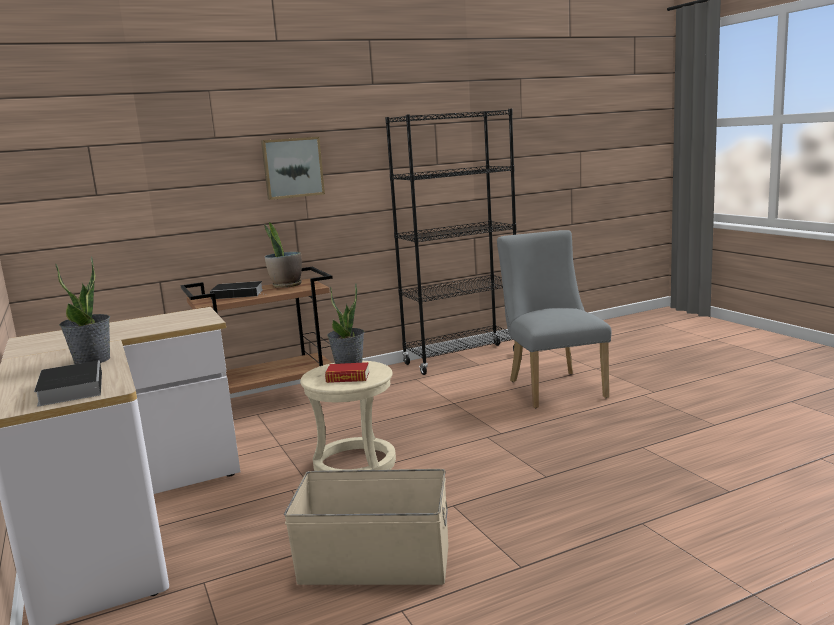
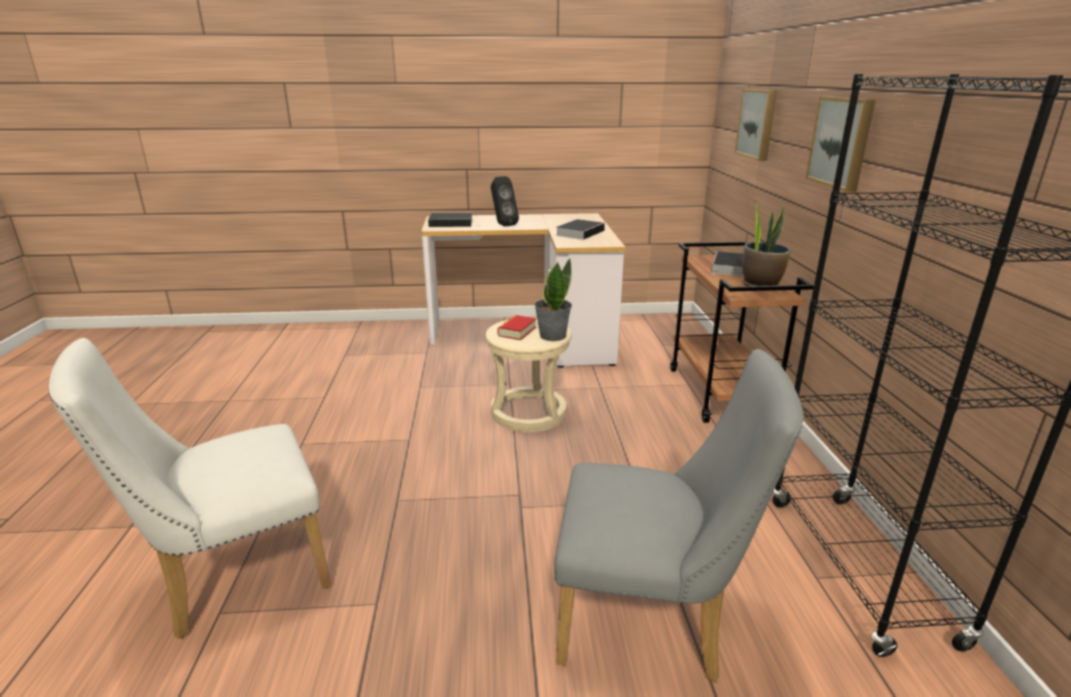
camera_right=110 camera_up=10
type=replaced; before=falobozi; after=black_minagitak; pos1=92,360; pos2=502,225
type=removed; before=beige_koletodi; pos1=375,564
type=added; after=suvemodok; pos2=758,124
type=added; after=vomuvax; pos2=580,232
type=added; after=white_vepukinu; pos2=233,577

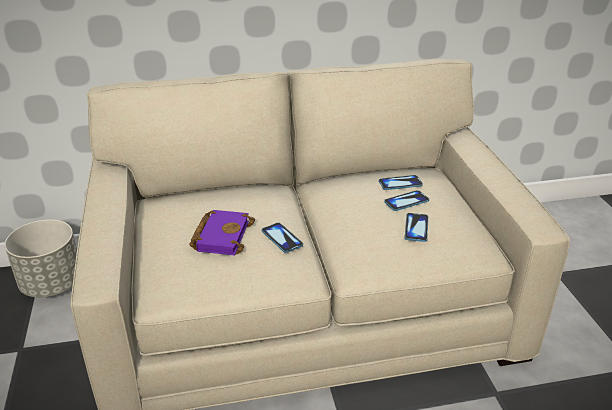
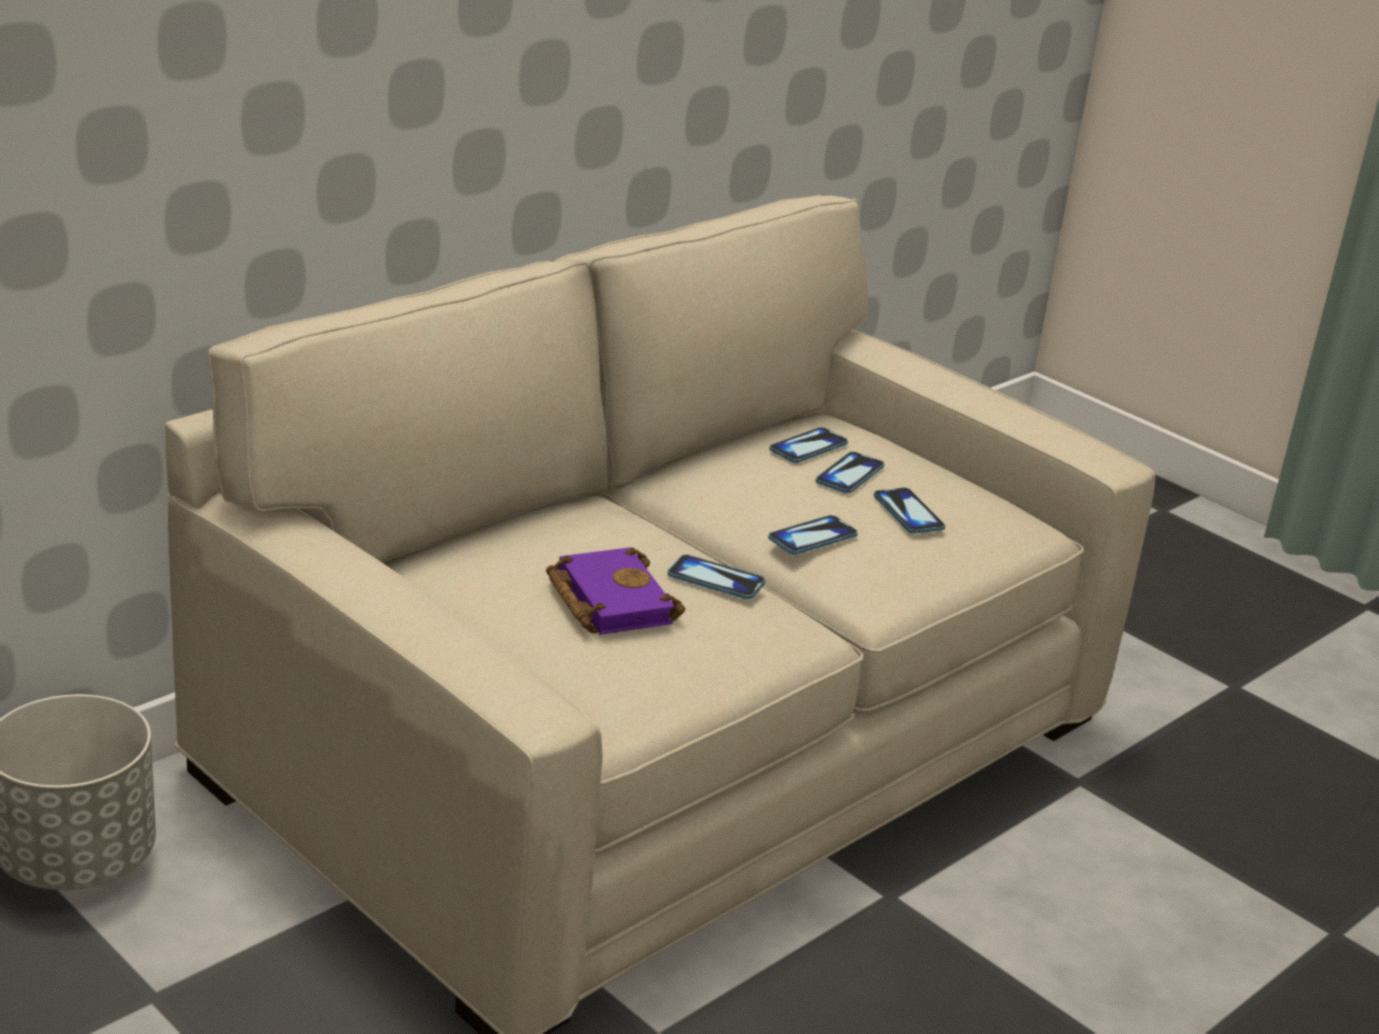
camera_right=-35 camera_up=-5
type=added; after=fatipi; pos2=812,537

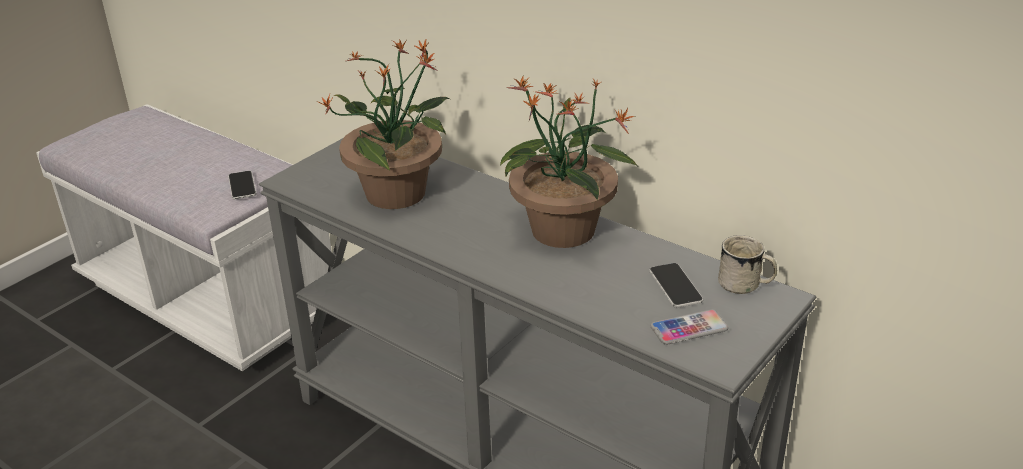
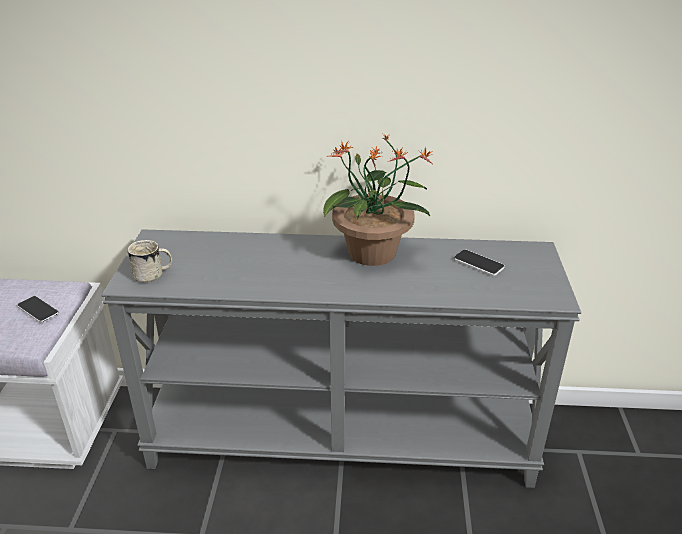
camera_right=-35 camera_up=0
type=removed; before=falobozi; pos1=398,193
type=moved; before=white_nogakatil; pos1=745,285; pos2=153,275
type=removed; before=fatipi; pos1=689,328

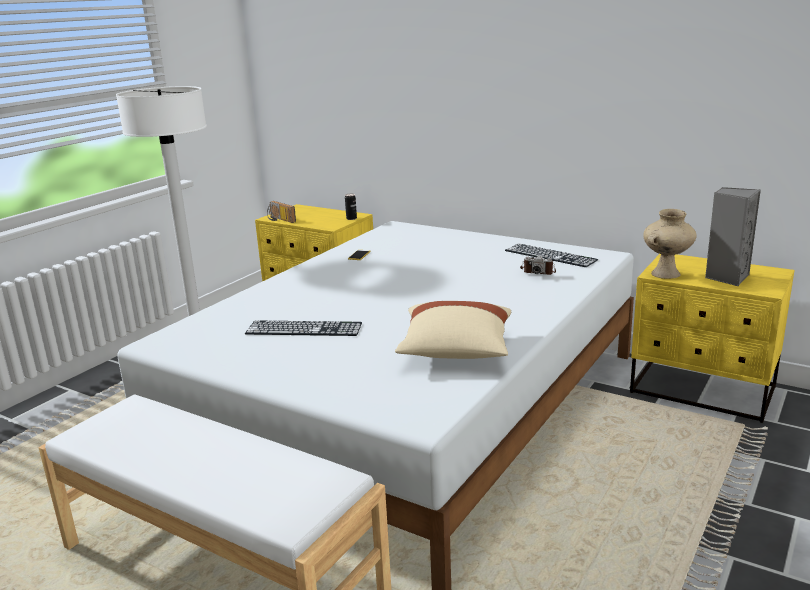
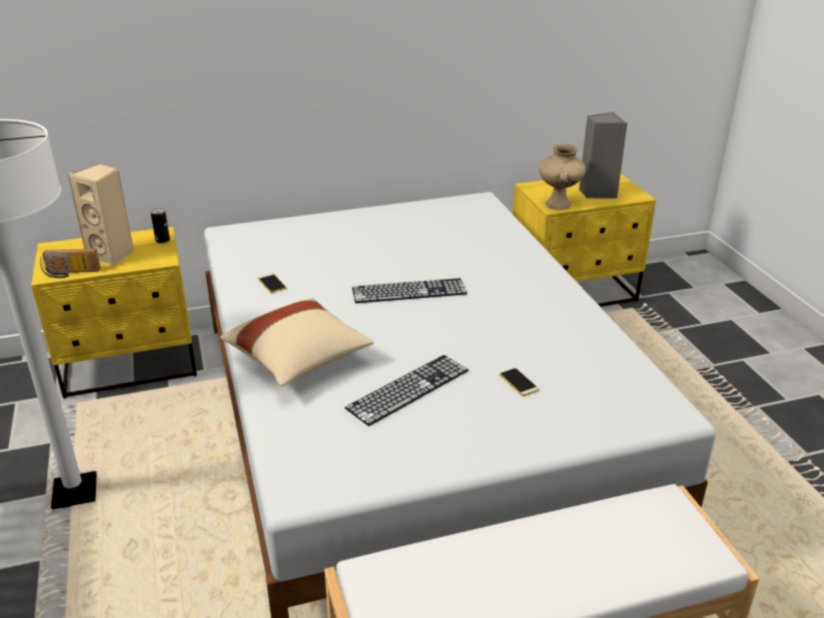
camera_right=-50 camera_up=10
type=moved; before=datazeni; pos1=550,255; pos2=409,291
type=removed; before=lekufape; pos1=538,272
type=moved; before=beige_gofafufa; pos1=455,351; pos2=299,359
type=added; after=beige_minagitak; pos2=112,255
type=added; after=fatipi; pos2=519,382

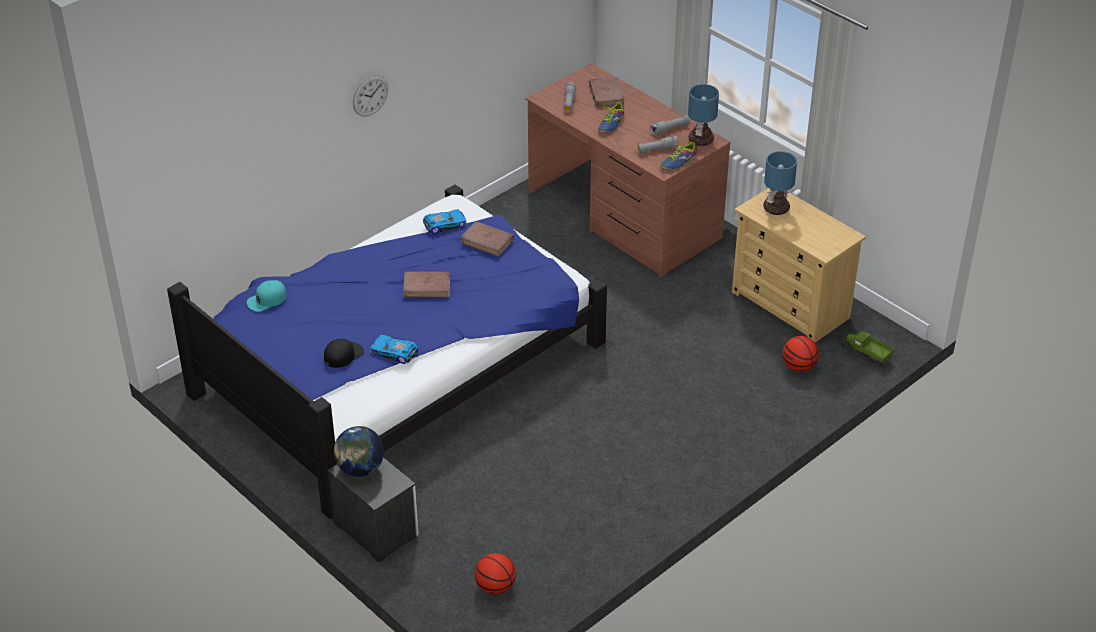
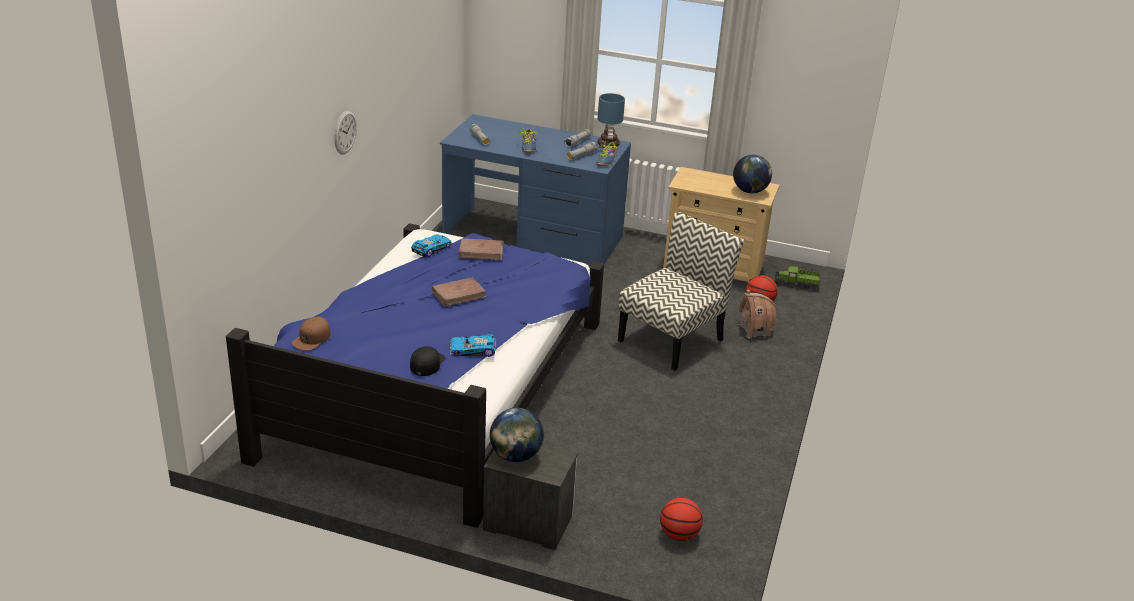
camera_right=-30 camera_up=-10
type=recoloured; before=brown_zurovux; after=blue_zurovux; pos1=623,215; pos2=533,237
type=removed; before=brown_vomuvax; pos1=606,94
type=removed; before=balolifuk; pos1=776,208
type=recoloured; before=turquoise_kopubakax; after=brown_kopubakax; pos1=267,299; pos2=312,338
type=added; after=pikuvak; pos2=750,191
type=added; after=vepukinu; pos2=671,339
type=added; after=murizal; pos2=755,330

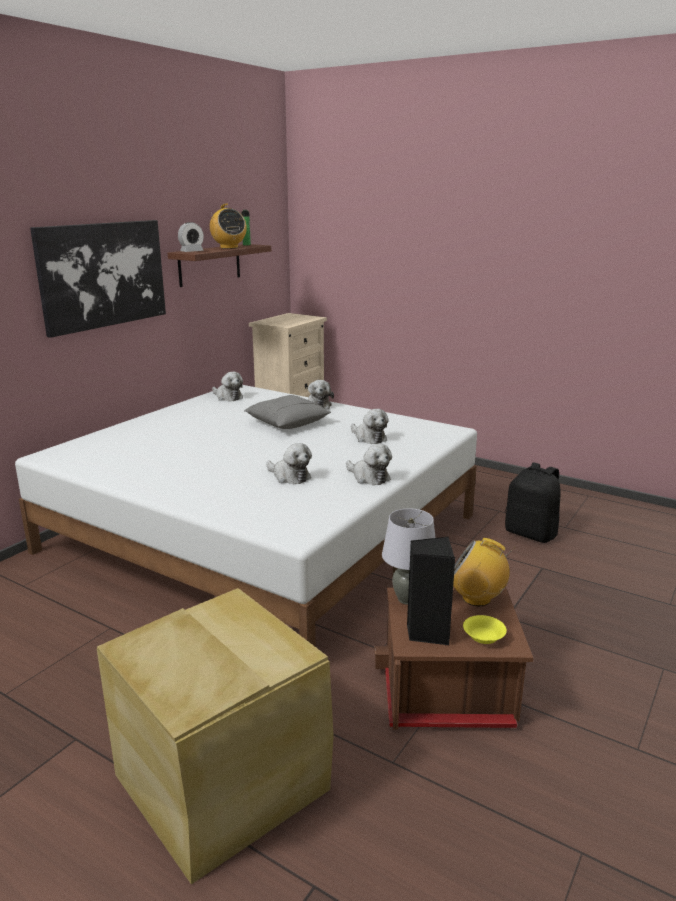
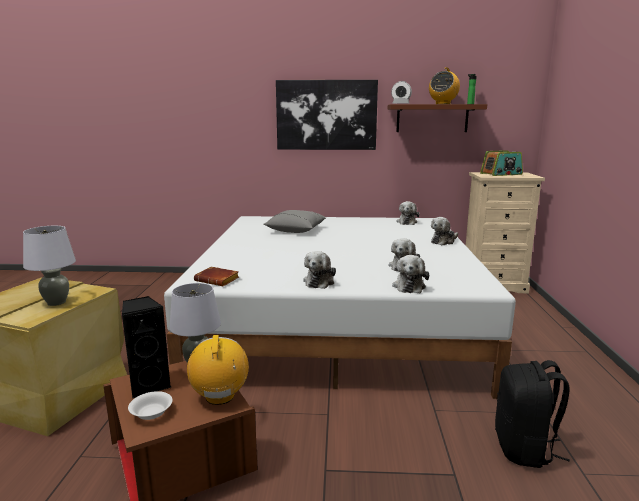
camera_right=60 camera_up=-5
type=moved; before=grey_gofafufa; pos1=287,423; pos2=296,230
type=moved; before=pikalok; pos1=289,476; pos2=409,286
type=recoloured; before=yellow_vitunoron; after=white_vitunoron; pos1=483,637; pos2=152,413
type=added; after=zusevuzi; pos2=501,174
type=added; after=grey_balolifuk; pos2=57,302
type=added; after=brown_vomuvax; pos2=218,280

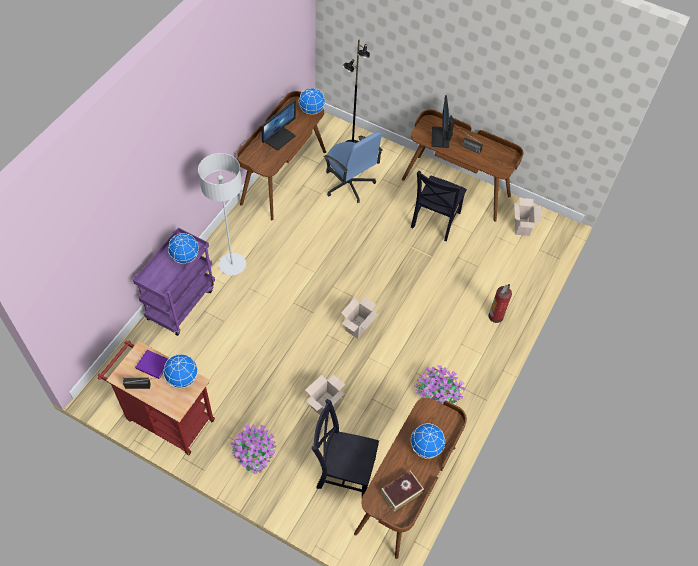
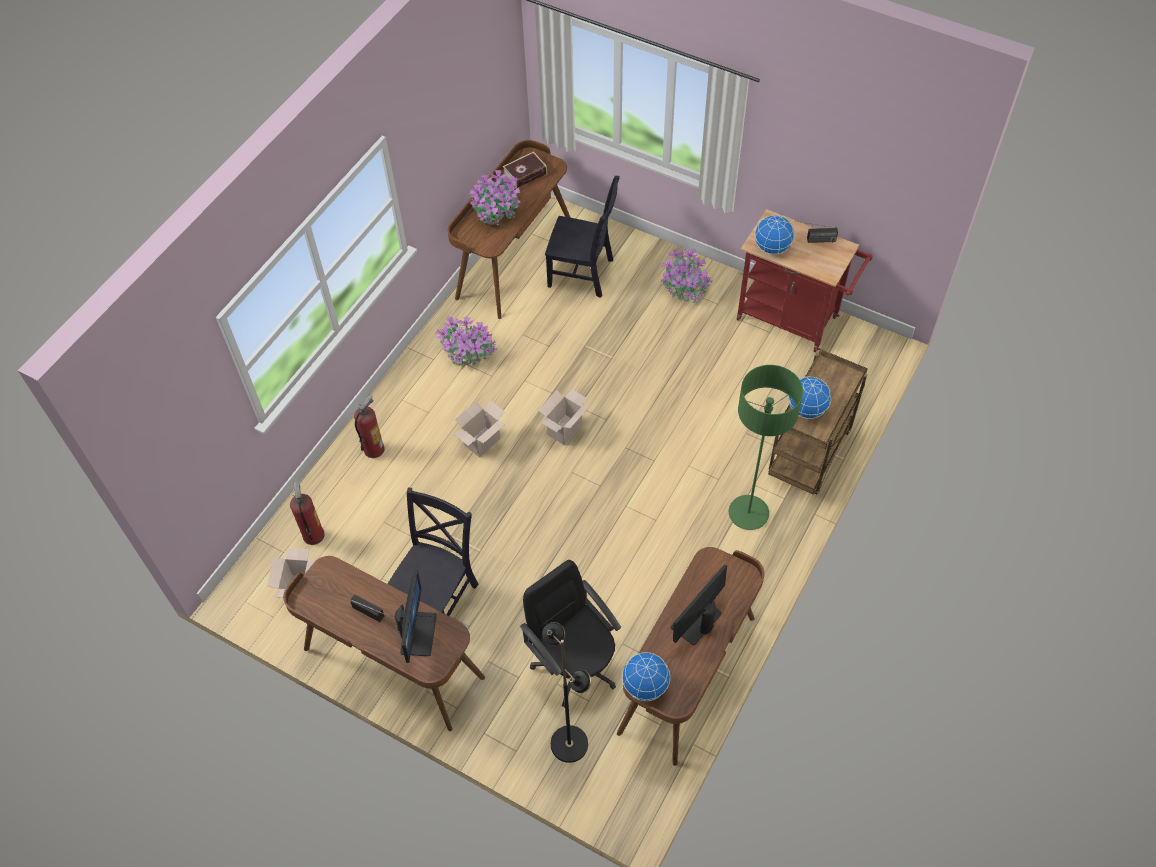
camera_right=-175 camera_up=0
type=recoloured; before=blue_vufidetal; after=black_vufidetal; pos1=349,184; pos2=575,663
type=recoloured; before=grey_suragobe; after=green_suragobe; pos1=232,265; pos2=748,513
type=recoloured; before=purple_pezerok; after=brown_pezerok; pos1=181,303; pos2=809,456
type=removed; before=purple_vomuvax; pos1=152,364
type=moved; before=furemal; pos1=324,403; pos2=482,443
type=replaced; before=pikuvak; after=falobozi; pos1=426,447; pos2=495,211
type=added; after=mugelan; pos2=313,535

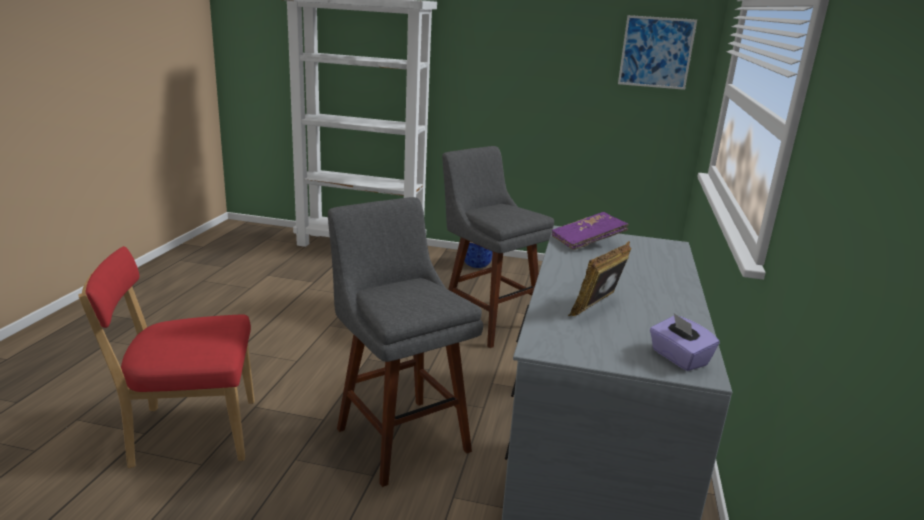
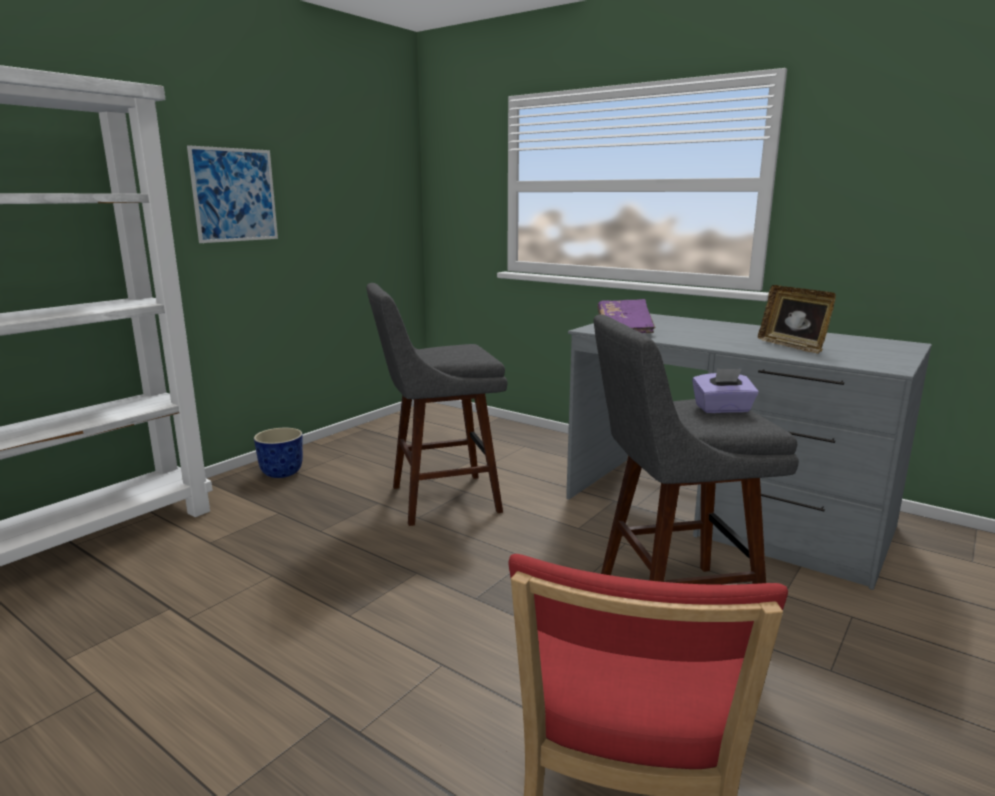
camera_right=-65 camera_up=-5
type=moved; before=suvemodok; pos1=656,52; pos2=234,195
type=moved; before=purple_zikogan; pos1=678,358; pos2=722,409

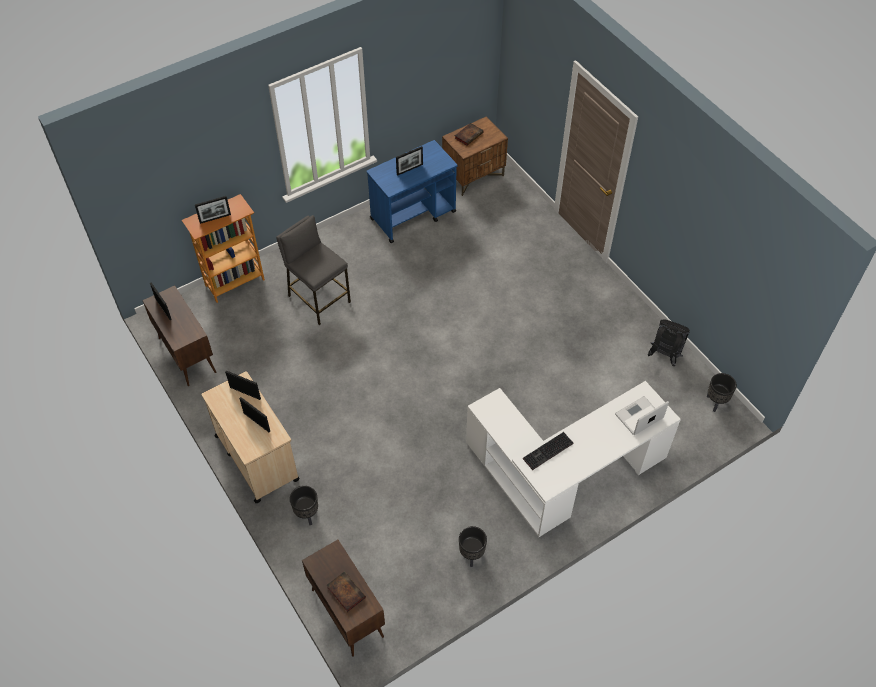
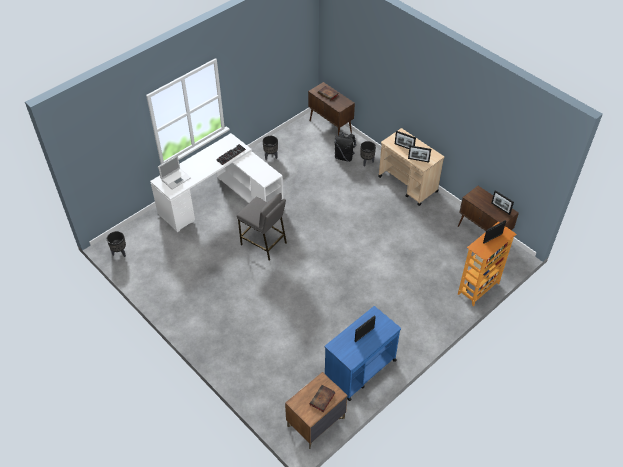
camera_right=170 camera_up=-5
type=moved; before=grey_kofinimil; pos1=319,299; pos2=264,243
type=moved; before=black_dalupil; pos1=664,355; pos2=344,157

